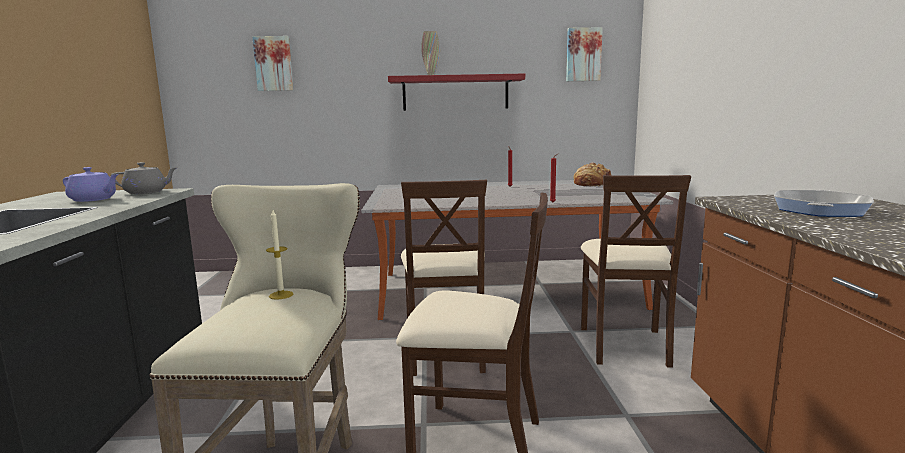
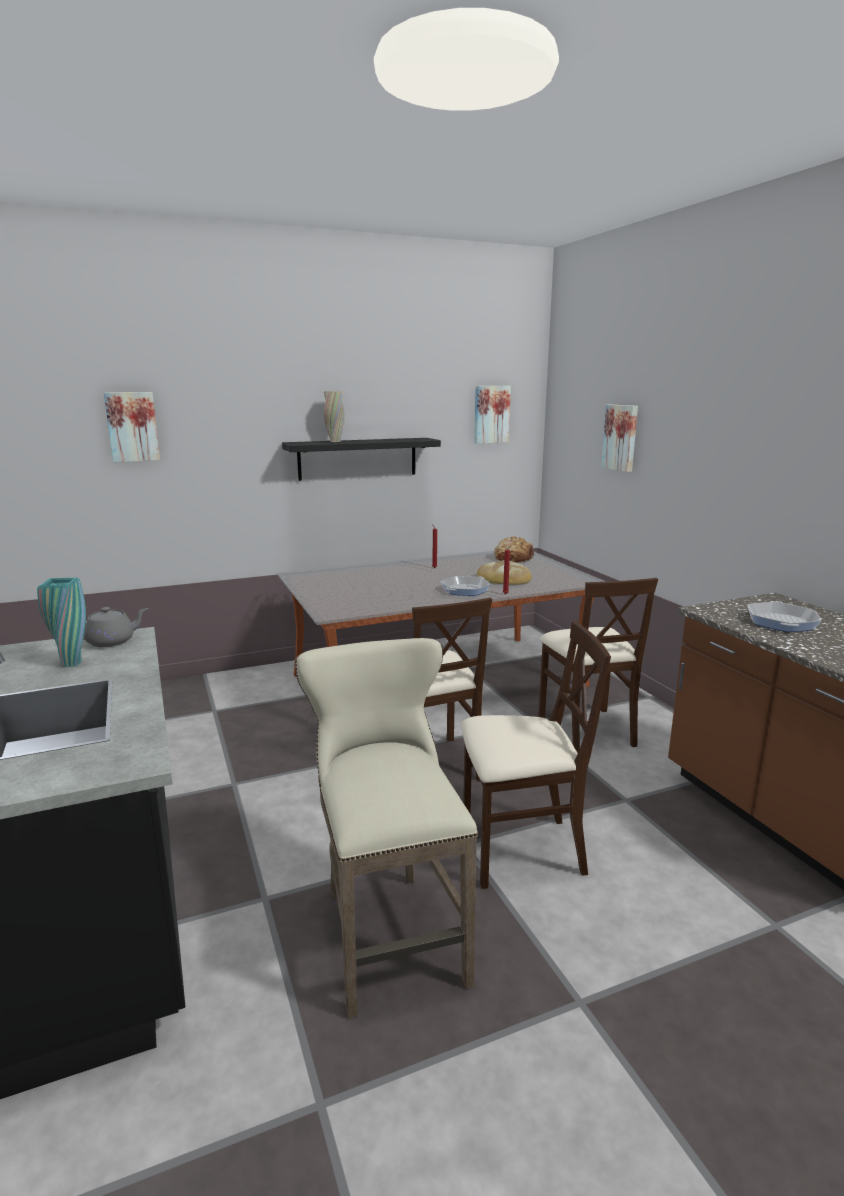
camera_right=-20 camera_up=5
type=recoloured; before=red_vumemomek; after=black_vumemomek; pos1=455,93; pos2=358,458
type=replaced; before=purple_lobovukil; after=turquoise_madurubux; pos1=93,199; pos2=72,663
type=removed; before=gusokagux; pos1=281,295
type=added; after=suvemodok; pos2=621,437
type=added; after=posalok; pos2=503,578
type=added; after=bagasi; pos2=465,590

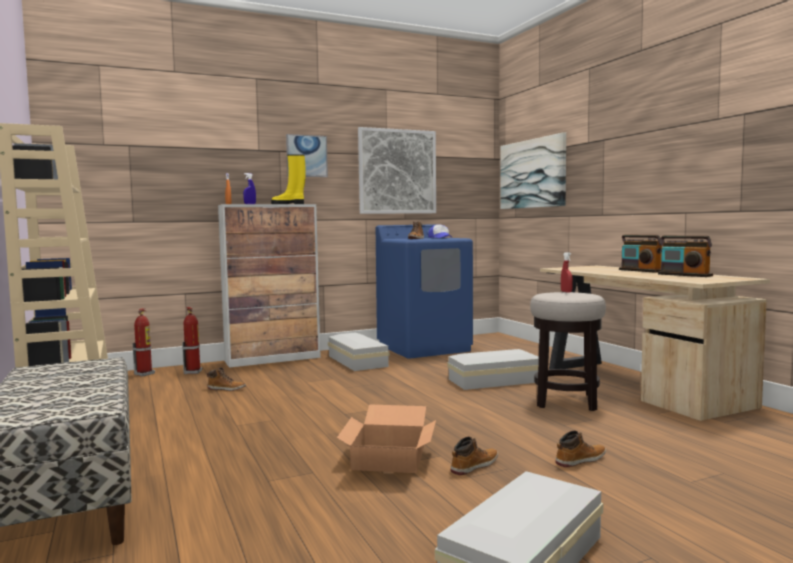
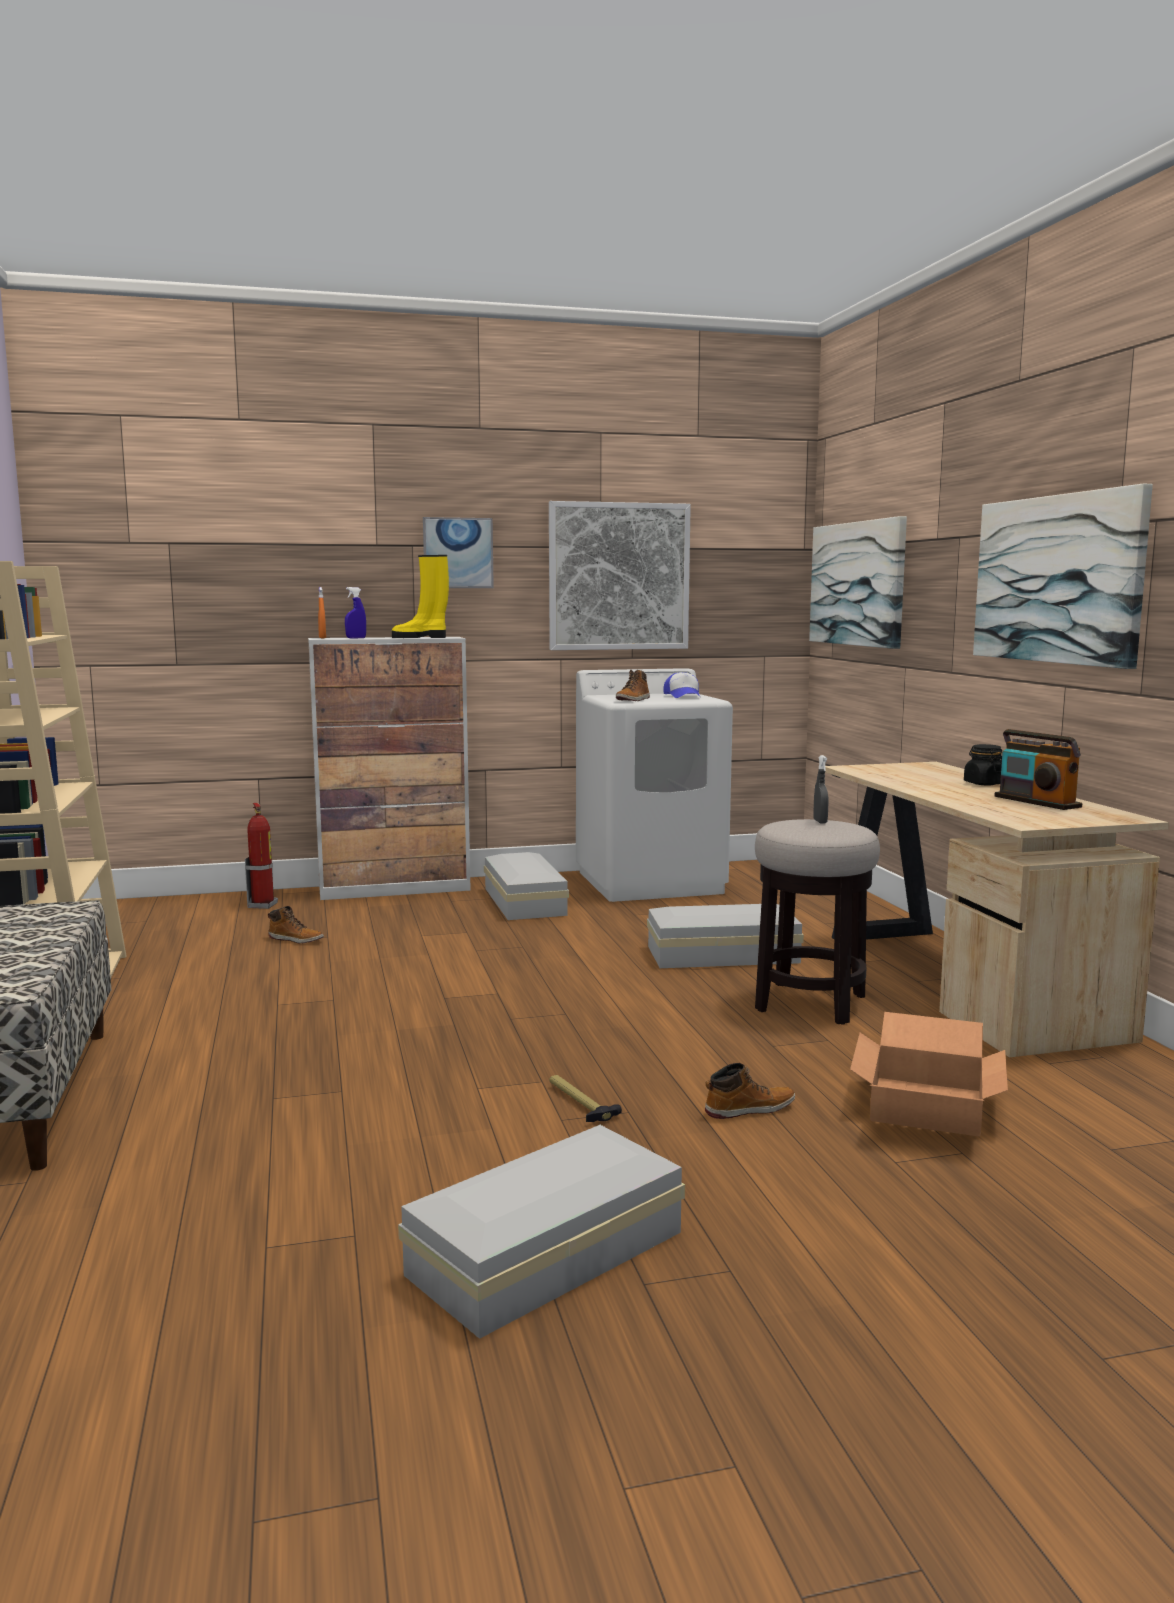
camera_right=10 camera_up=5
type=recoloured; before=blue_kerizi; after=white_kerizi; pos1=424,348; pos2=650,882
type=replaced; before=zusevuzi; after=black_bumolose; pos1=641,270; pos2=984,783
type=recoloured; before=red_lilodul; after=grey_lilodul; pos1=566,292; pos2=820,822
type=removed; before=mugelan; pos1=145,374
type=moved; before=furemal; pos1=390,458; pos2=928,1106
type=replaced; before=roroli; after=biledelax; pos1=474,466; pos2=579,1103
type=added; after=suvemodok; pos2=1057,579

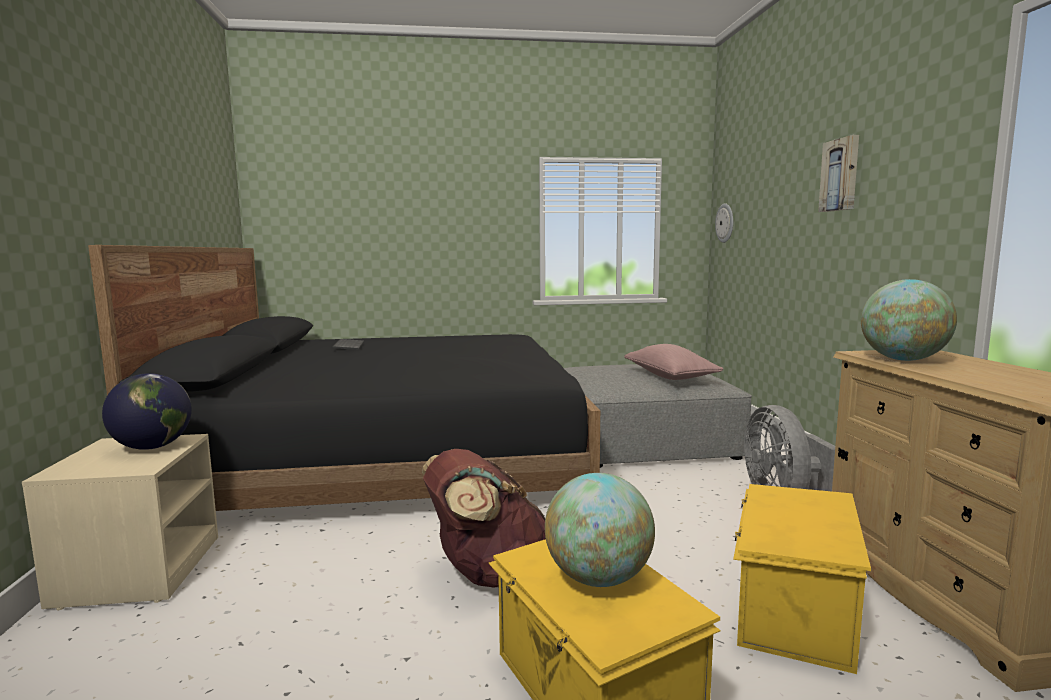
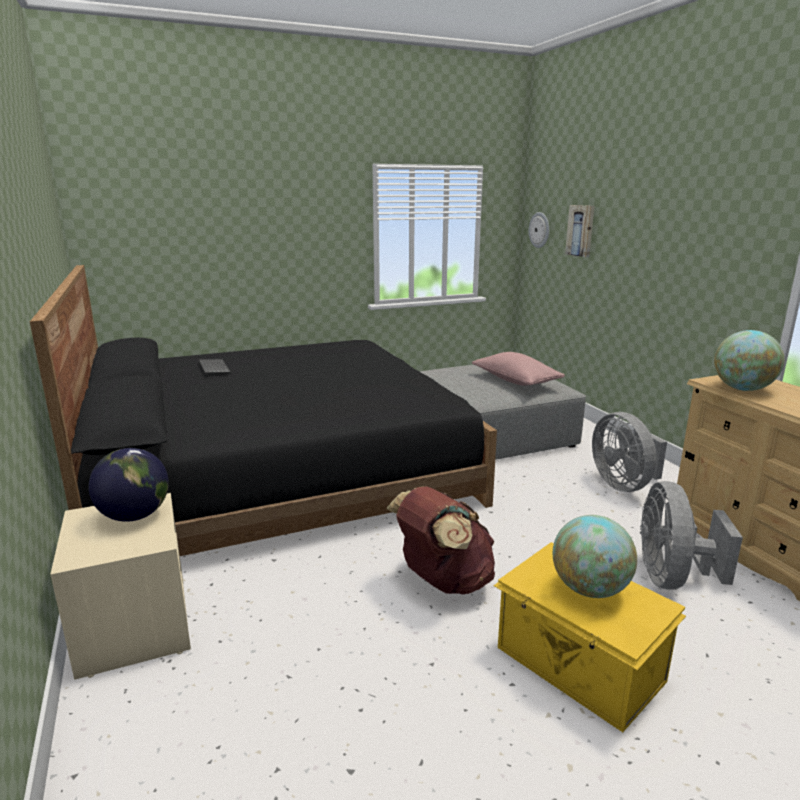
camera_right=-15 camera_up=10
type=moved; before=suvemodok; pos1=841,175; pos2=581,230
type=replaced; before=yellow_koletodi; after=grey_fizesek; pos1=791,610; pos2=672,577

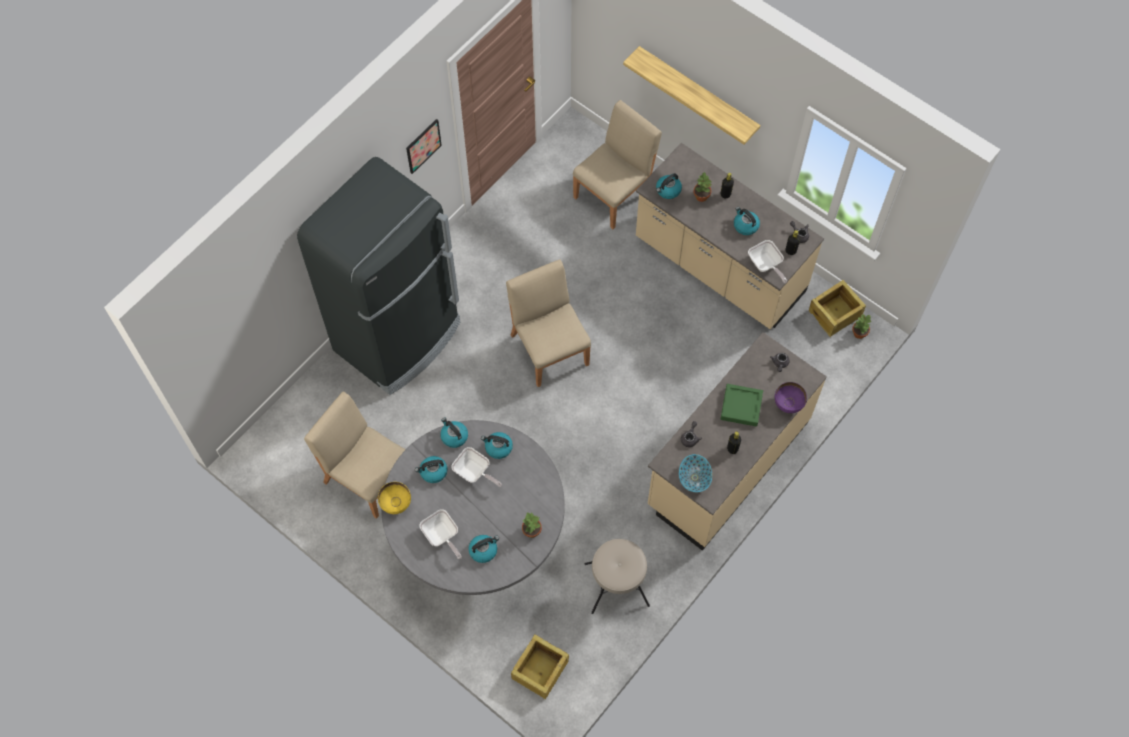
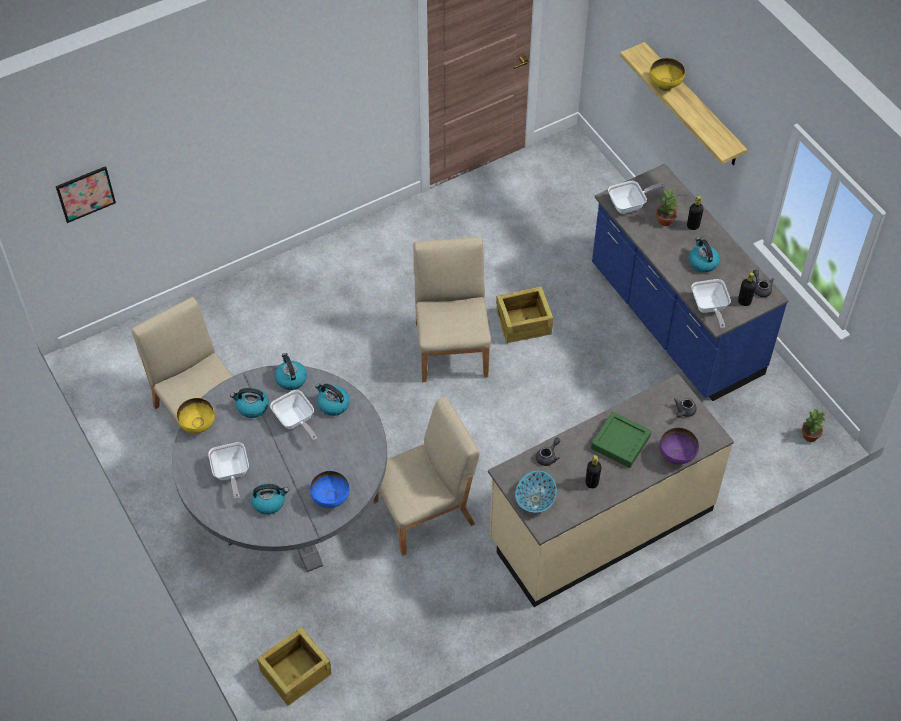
camera_right=20 camera_up=-10
type=moved; before=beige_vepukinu; pos1=615,194; pos2=425,512
type=moved; before=suvemodok; pos1=423,146; pos2=85,194
type=recoloured; before=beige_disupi; after=blue_disupi; pos1=719,267; pos2=674,322
type=removed; before=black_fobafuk; pos1=399,337
type=replaced; before=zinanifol; after=bagasi; pos1=668,190; pos2=630,205
type=moved; before=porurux; pos1=835,314; pos2=524,323
type=replaced; before=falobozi; after=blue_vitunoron; pos1=531,531; pos2=330,499
type=removed; before=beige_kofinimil; pos1=617,585
type=added; after=yellow_vitunoron; pos2=665,85

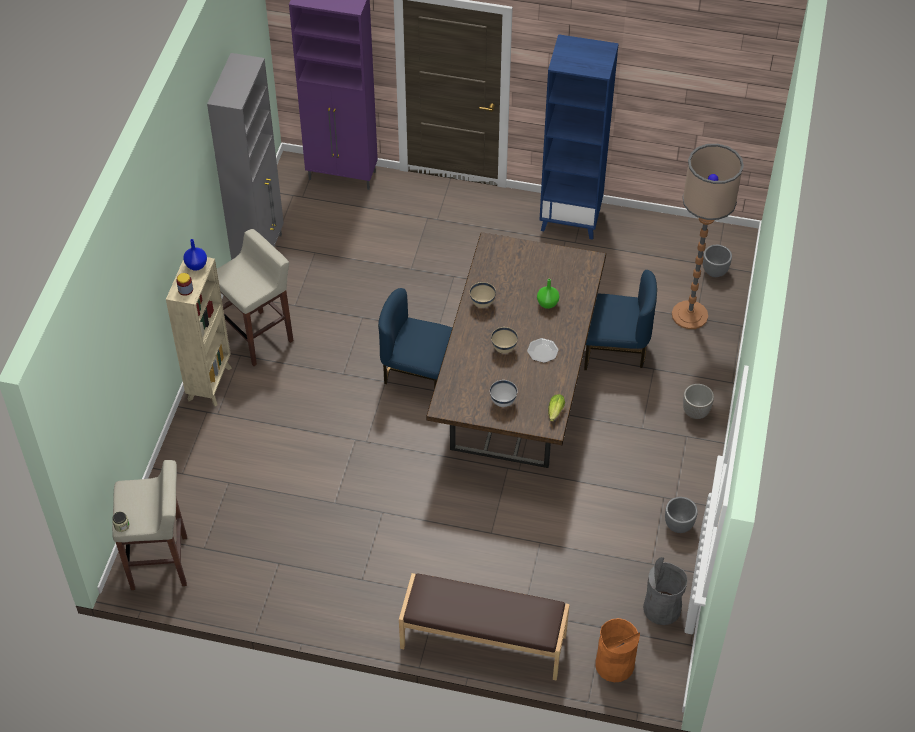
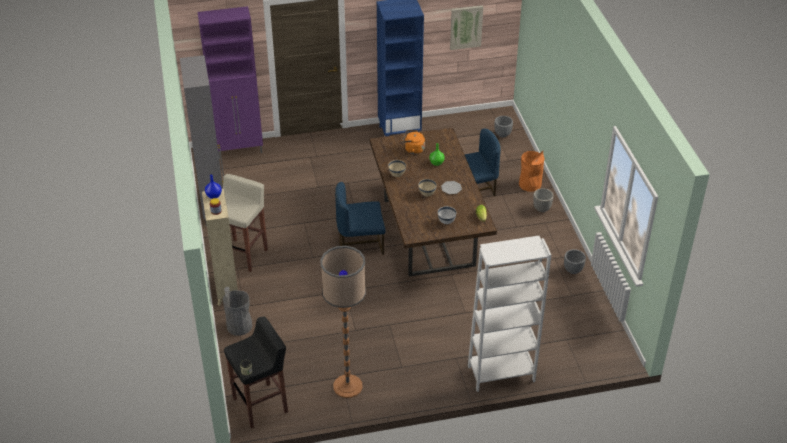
camera_right=-25 camera_up=-10
type=moved; before=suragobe; pos1=690,315; pos2=348,386
type=recoloured; before=beige_kofinimil; after=black_kofinimil; pos1=160,563; pos2=261,405
type=moved; before=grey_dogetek; pos1=662,608; pos2=239,326
type=replaced; before=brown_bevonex; after=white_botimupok; pos1=483,642; pos2=501,373
type=moved; before=orange_dogetek; pos1=614,665; pos2=530,184
type=added; after=suvemodok; pos2=466,27
type=added; after=orange_zinanifol; pos2=413,149

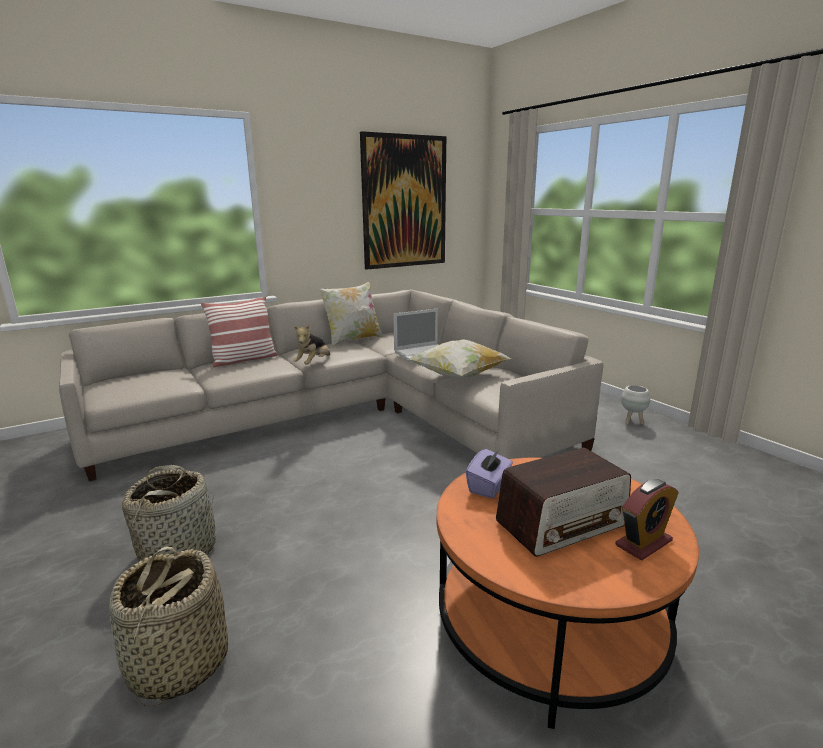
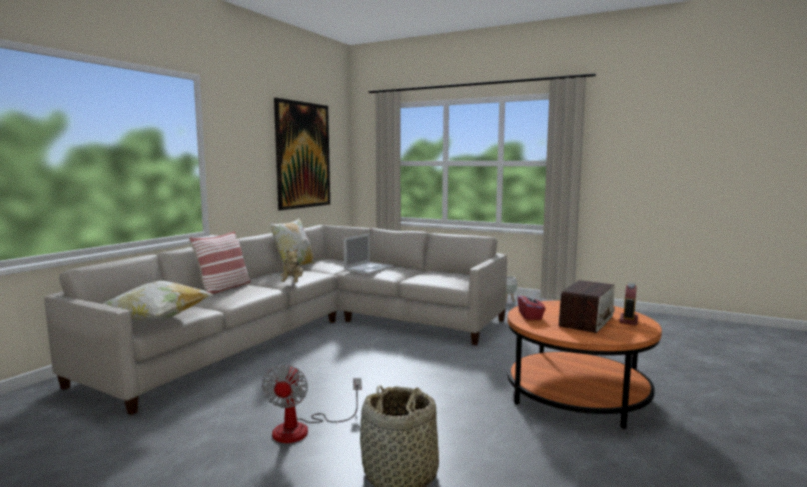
camera_right=-30 camera_up=-10
type=moved; before=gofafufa; pos1=458,376; pos2=157,320
type=recoloured; before=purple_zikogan; after=red_zikogan; pos1=489,486; pos2=530,316
type=replaced; before=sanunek; after=fizesek; pos1=179,551; pos2=303,429

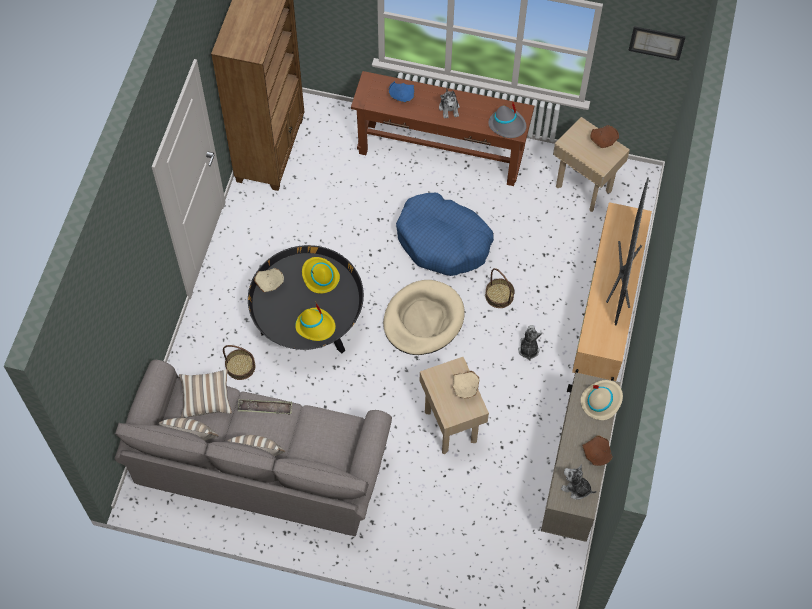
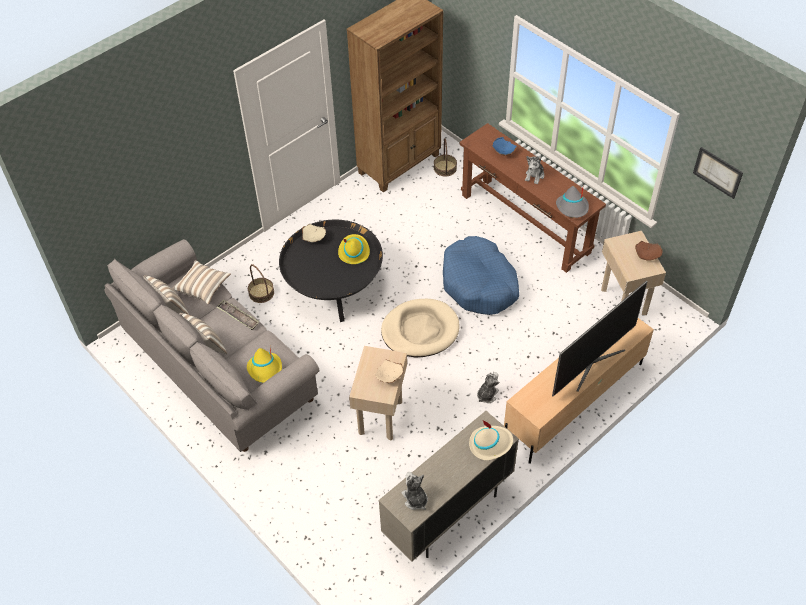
camera_right=35 camera_up=-10
type=moved; before=sanunek; pos1=499,295; pos2=445,168
type=moved; before=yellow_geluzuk; pos1=316,326; pos2=265,369
type=removed; before=brown_vitunoron; pos1=597,455

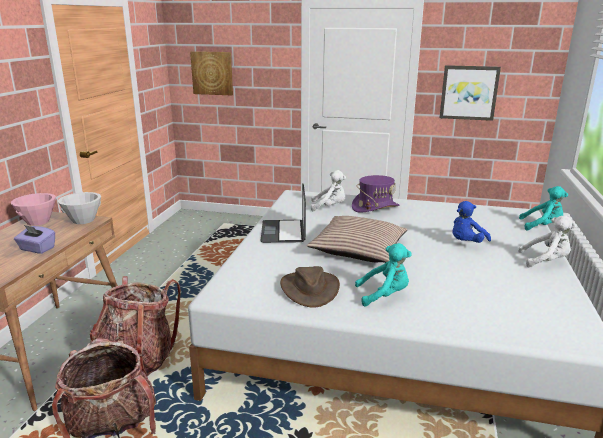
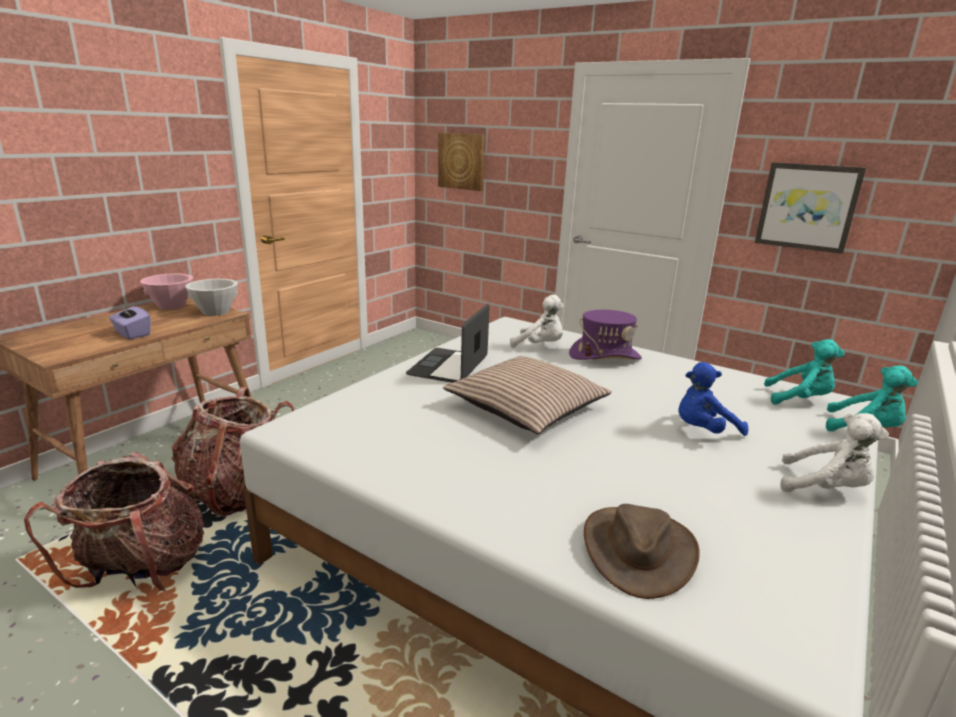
camera_right=20 camera_up=0
type=moved; before=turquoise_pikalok; pos1=384,295; pos2=800,399
type=moved; before=brown_geluzuk; pos1=309,289; pos2=638,550

